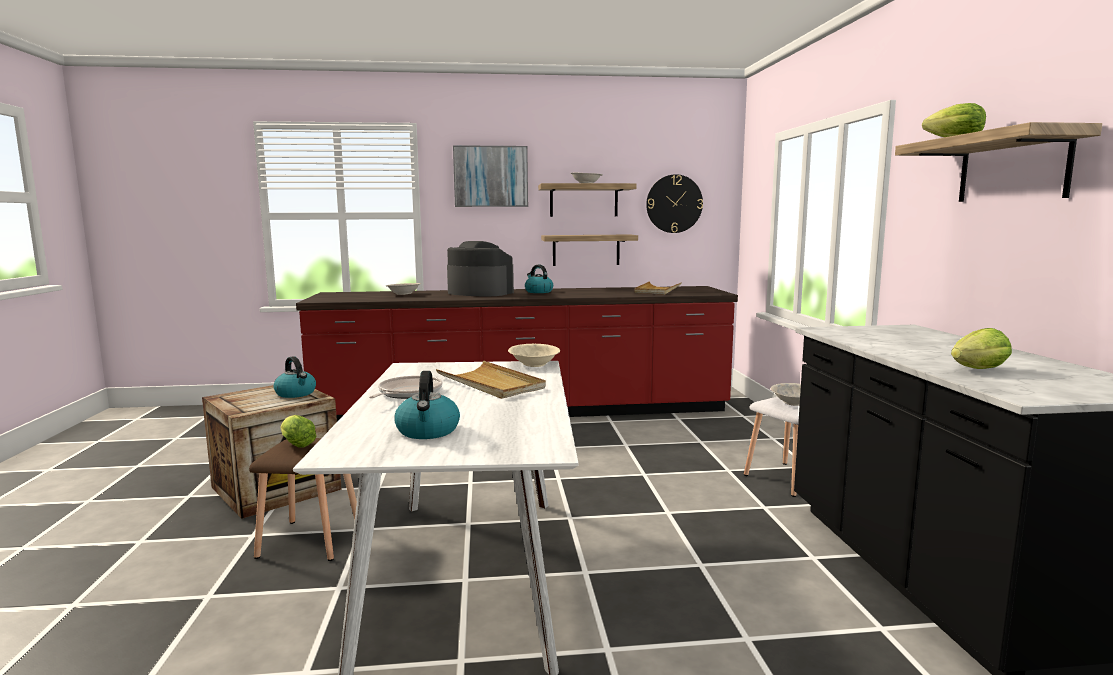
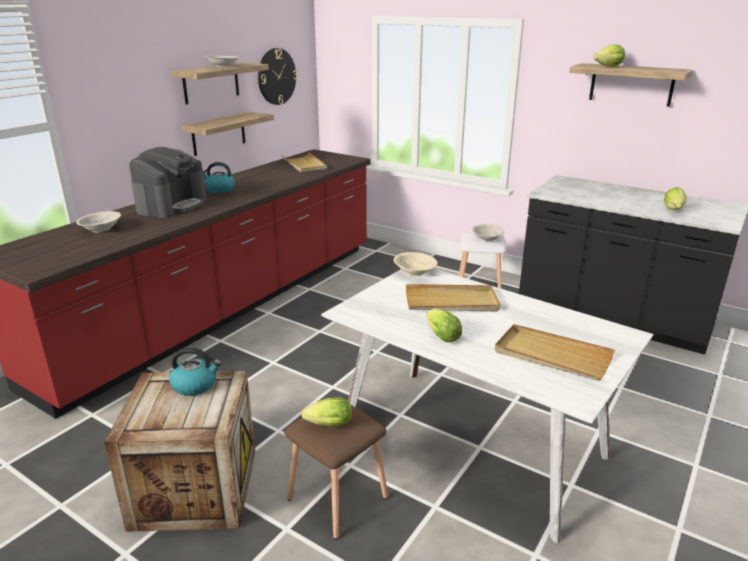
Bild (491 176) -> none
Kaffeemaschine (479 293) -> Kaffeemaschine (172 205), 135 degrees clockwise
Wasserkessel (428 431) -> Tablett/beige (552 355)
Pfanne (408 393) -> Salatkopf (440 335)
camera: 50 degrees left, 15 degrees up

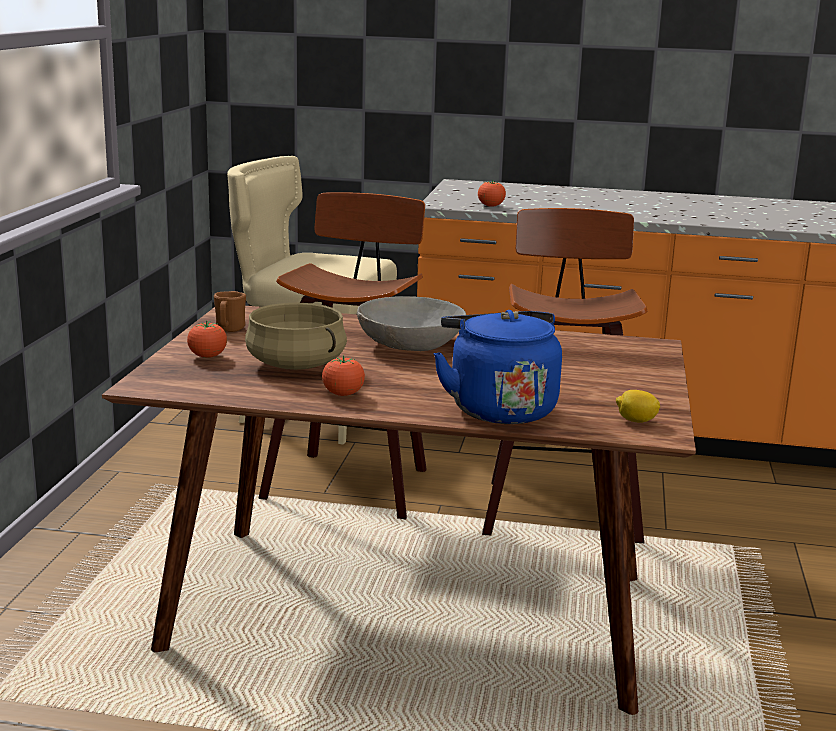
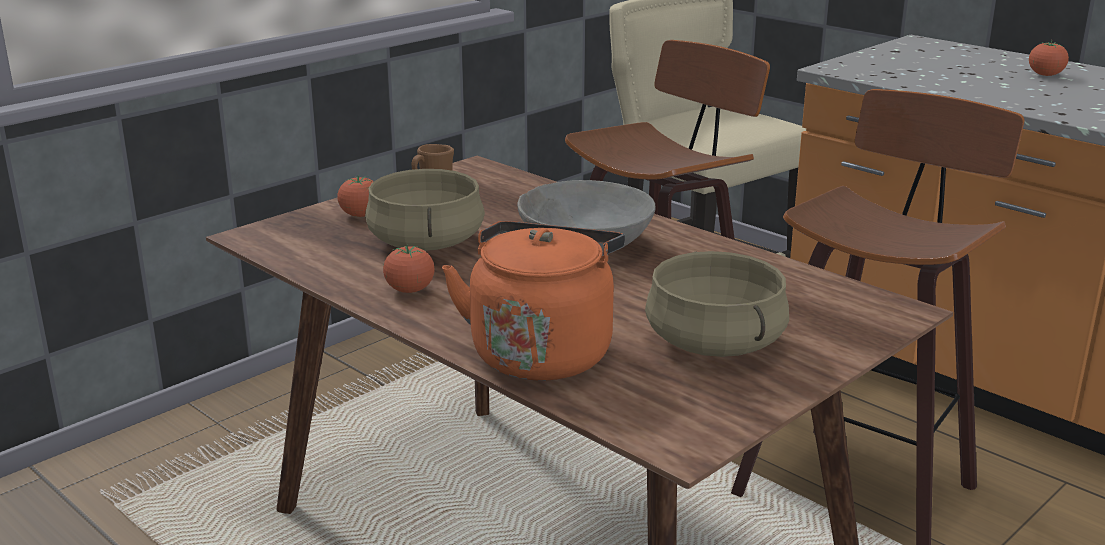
Tomate (491 206) -> Tomate (1045 75), relocated
Wasserkessel/blau (499 408) -> Wasserkessel/orange (542 352)
Zitrone (636 421) -> none
none -> Kochtopf/beige (716 343)
camera: 35 degrees right, 5 degrees up

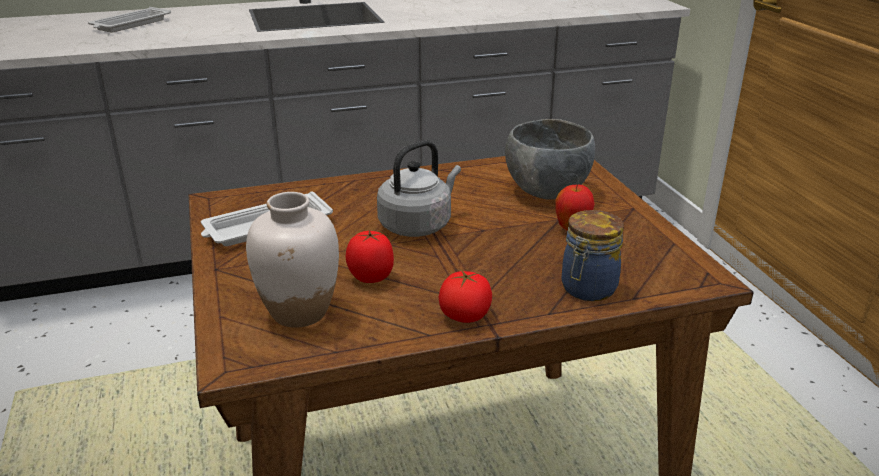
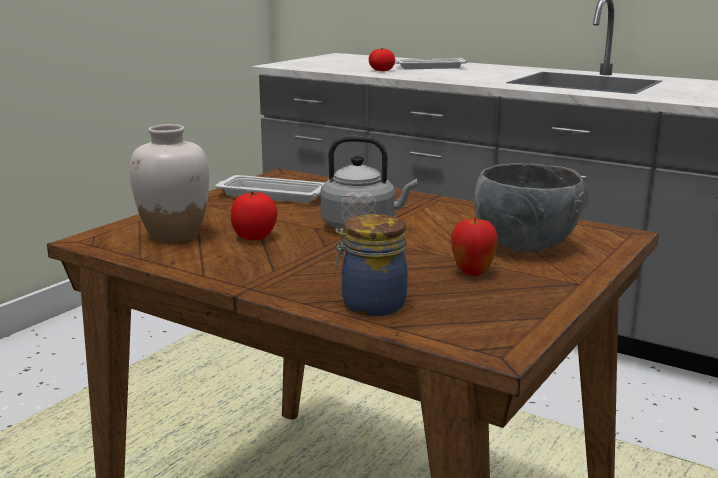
Tomate (465 316) -> Tomate (381 71), relocated
camera: 50 degrees right, 10 degrees down

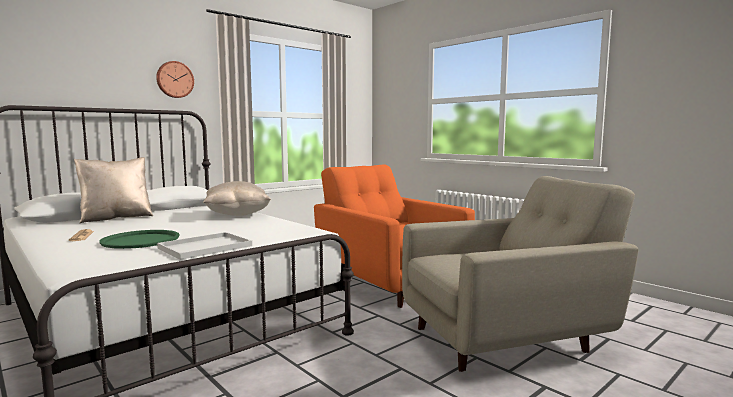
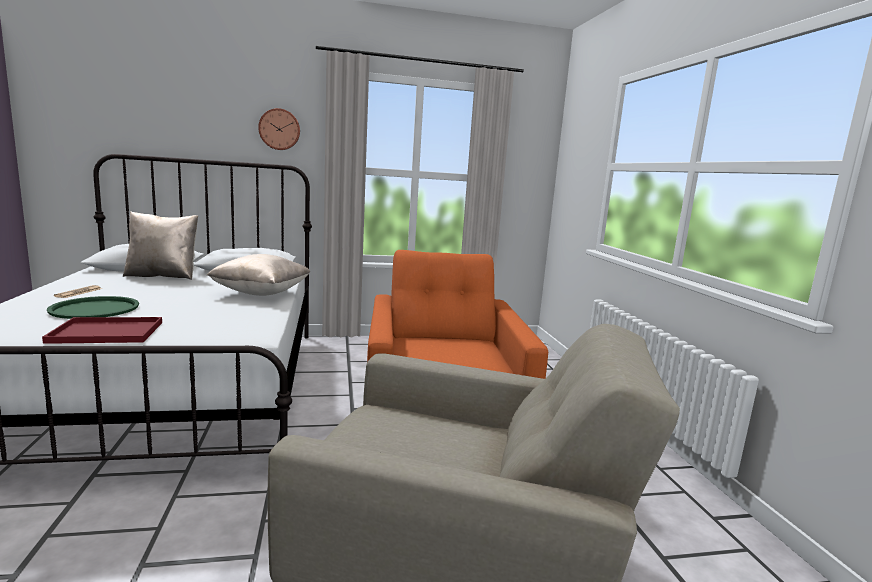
Tablett/weiß (206 246) -> Tablett/rot (109 332)
camera: 30 degrees right, 5 degrees up

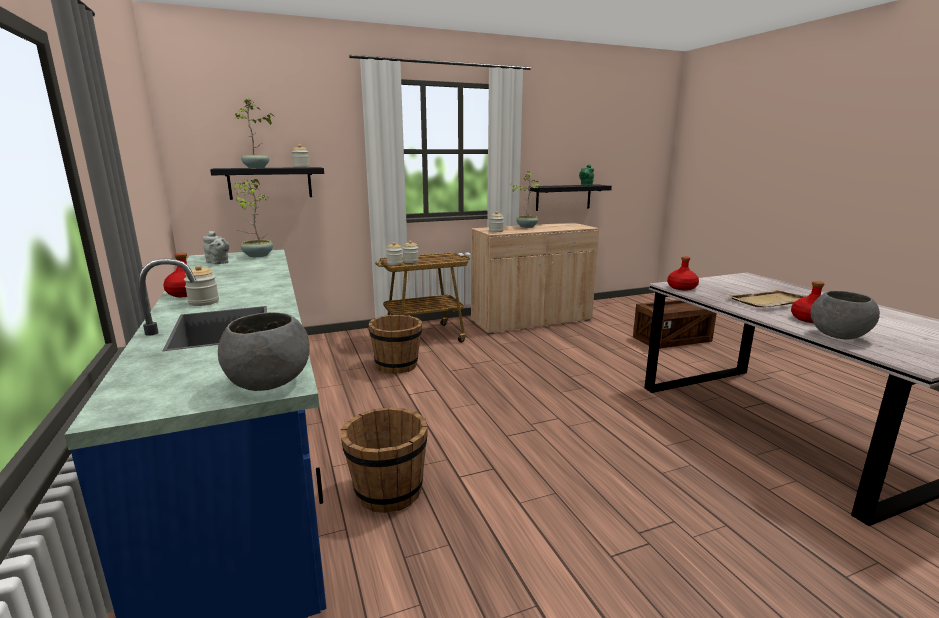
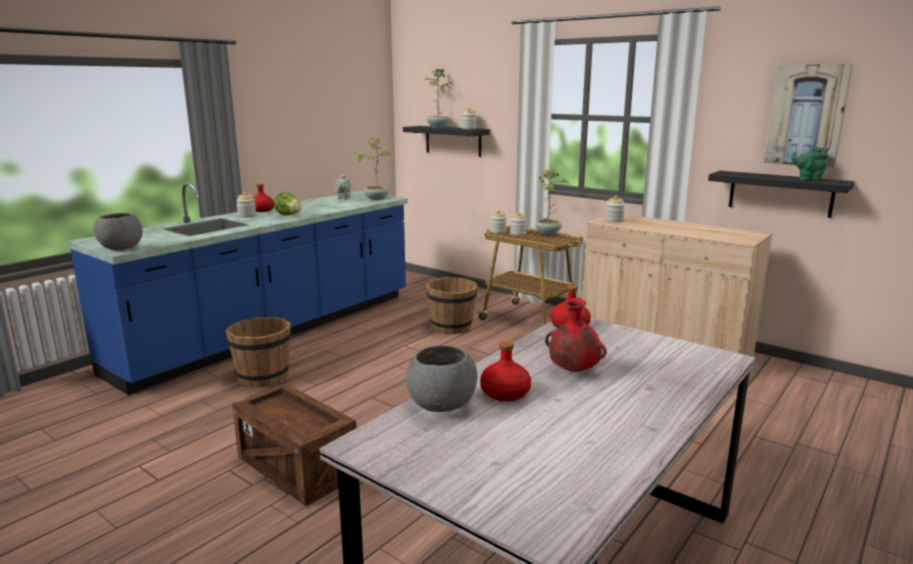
Topfpflanze (527 227) -> Topfpflanze (548 233), relocated
Tablett/beige (769 301) -> Vase/rot (573 371)
Kiste (672 339) -> Kiste (297 467), relocated
none -> Bild (806 115)
none -> Salatkopf (289 215)
camera: 60 degrees right, 0 degrees up

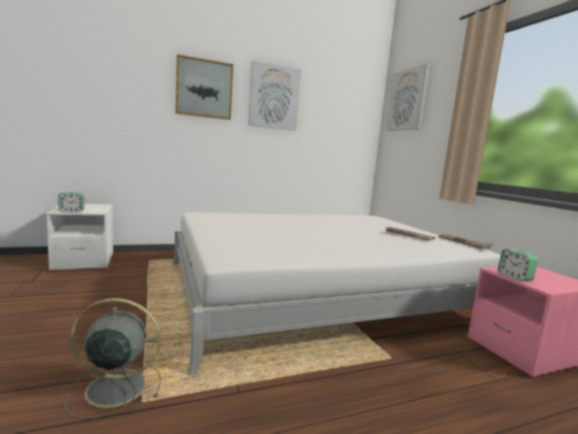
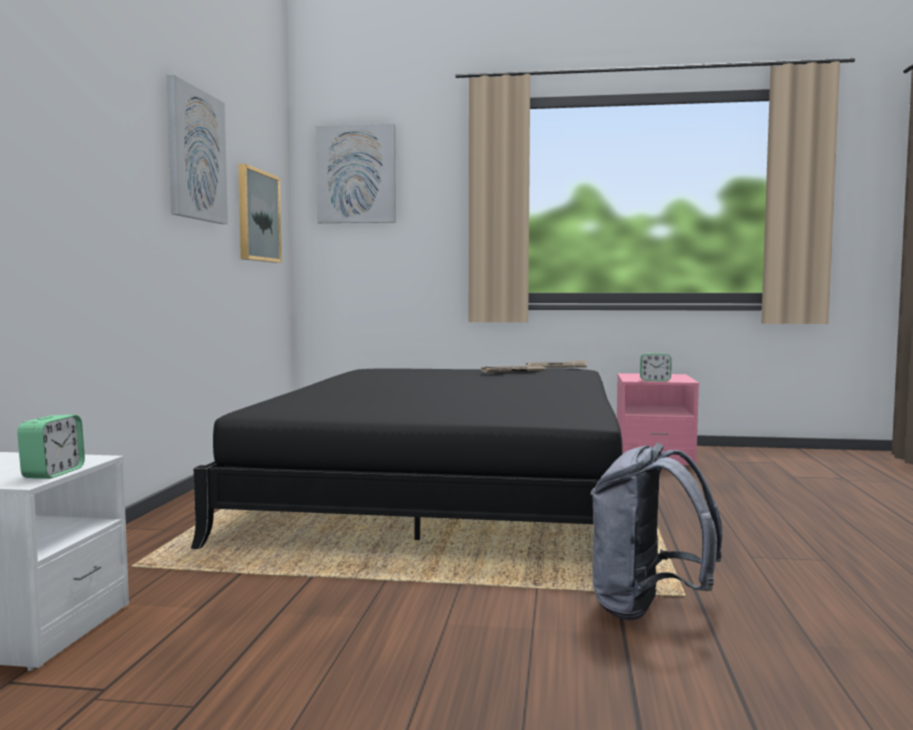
Bild (204 89) -> Bild (258 216), relocated
Bett/weiß (318 291) -> Bett/schwarz (449 487)
Ventilator/grau (113 387) -> Rucksack/grau (648 609)
camera: 60 degrees left, 5 degrees down

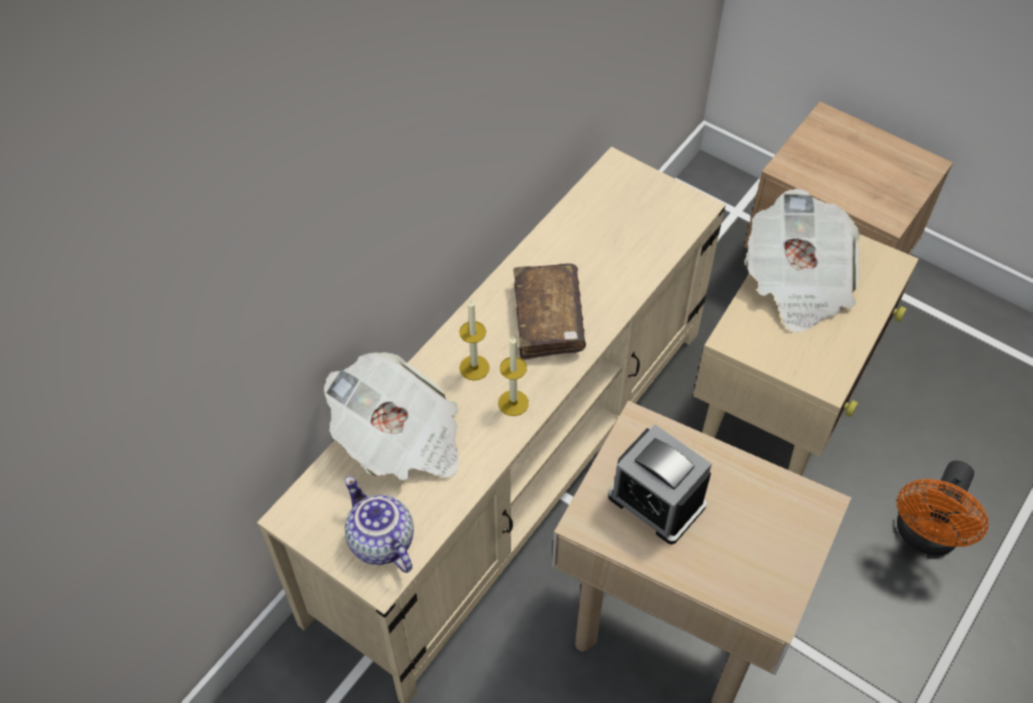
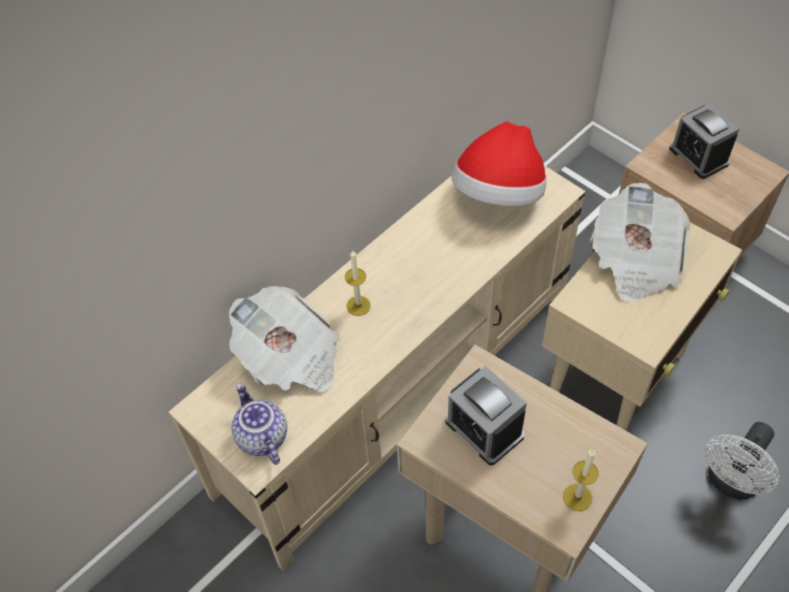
Buch/braun (548 319) -> none
Kerze (513 403) -> Kerze (577 497), relocated
Ventilator/orange (924 536) -> Ventilator/weiß (730 482)
none -> Wecker (698 156)
none -> Hut (499 194)
camera: 10 degrees right, 0 degrees up

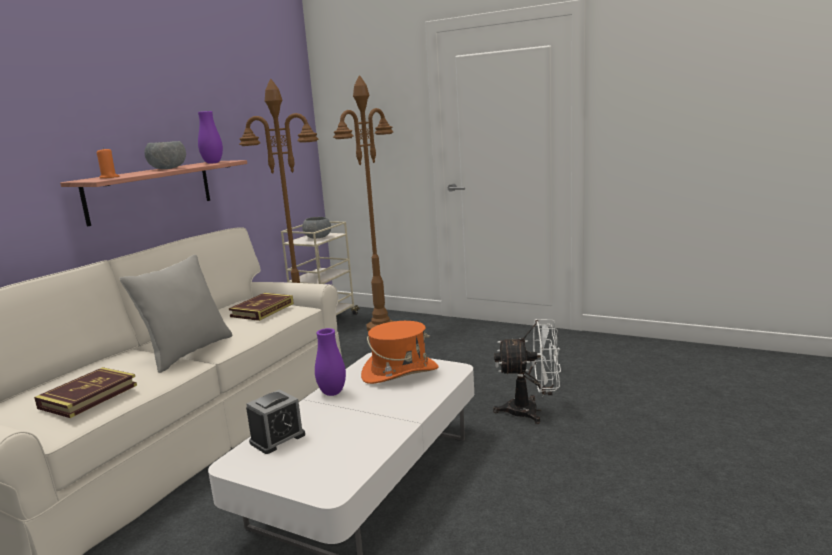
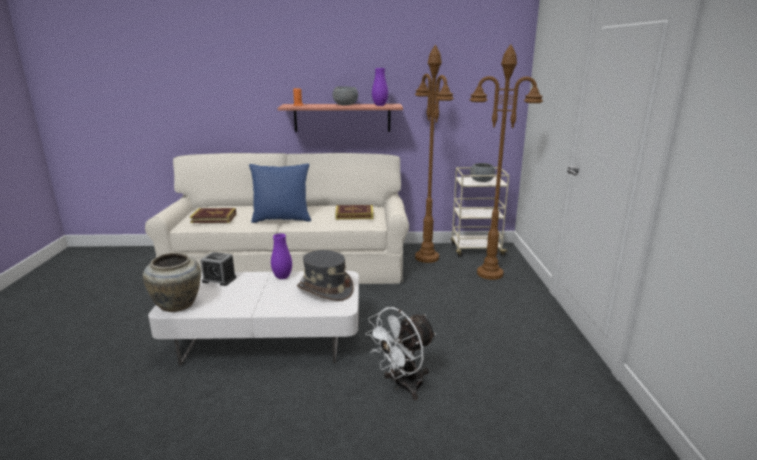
Kissen/grau (187 352) -> Kissen/blau (282 219)
Ventilator/weiß (531 411) -> Ventilator/weiß (402 386), 75 degrees clockwise
Hut/orange (400 372) -> Hut/grau (325 290)
none -> Vase/beige (177 305)
camera: 60 degrees right, 5 degrees up

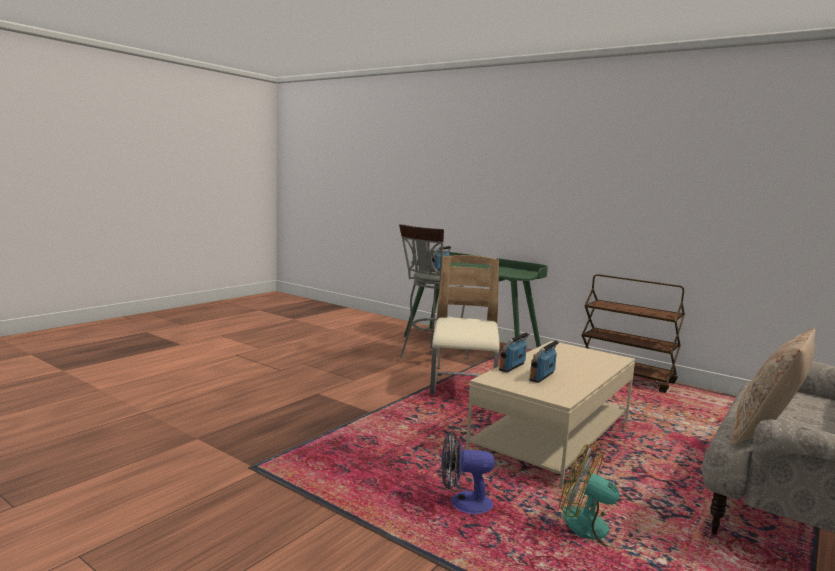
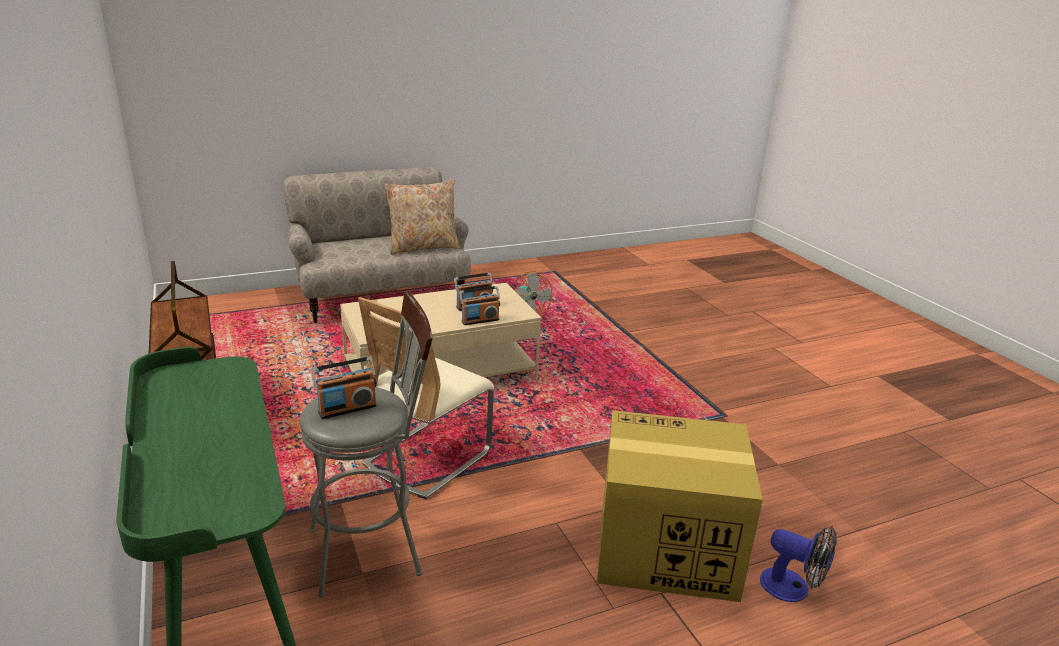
Ventilator (463 503) -> Ventilator (793 588), relocated
none -> Karton (664 548)
camera: 150 degrees left, 15 degrees up

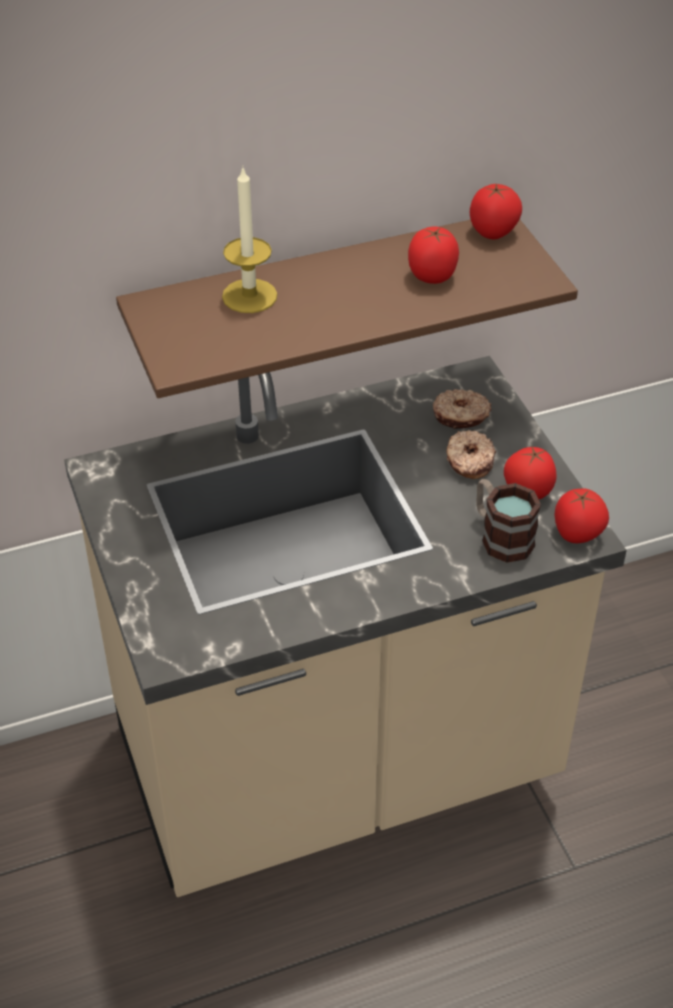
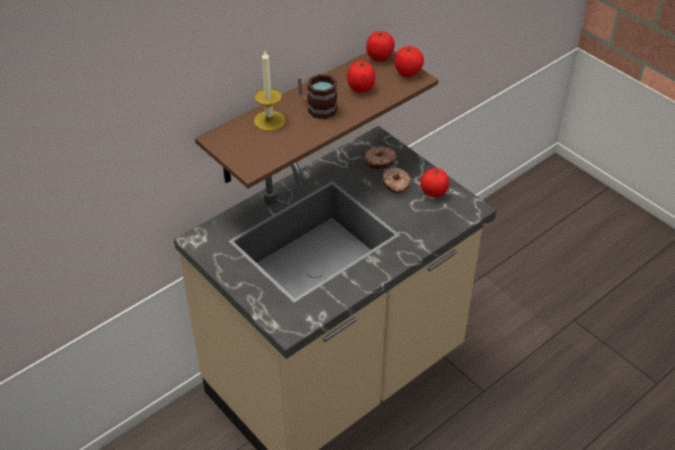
Henkelbecher (500 536) -> Henkelbecher (317 107), relocated
Tomate (577 534) -> Tomate (408 73), relocated
camera: 20 degrees left, 0 degrees up

